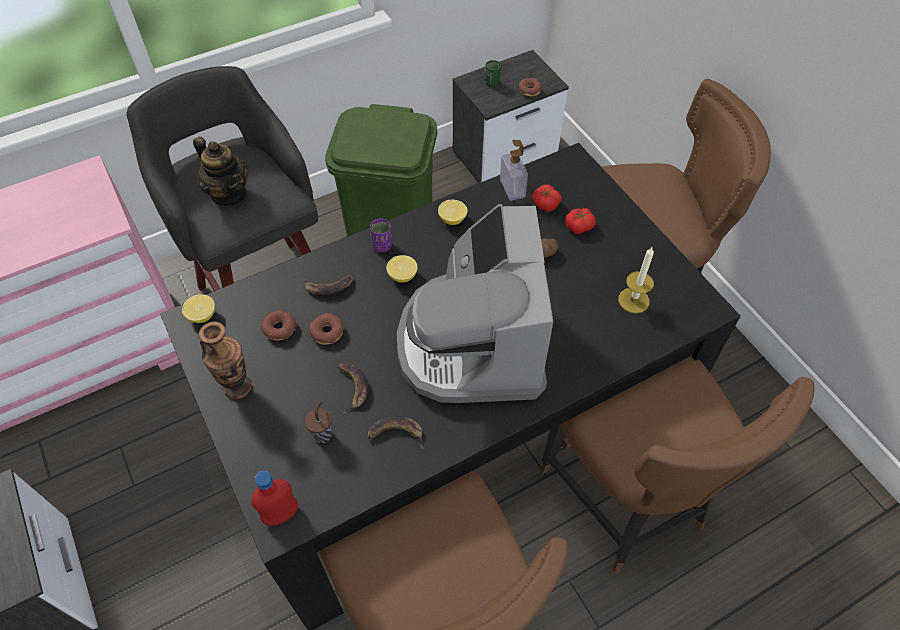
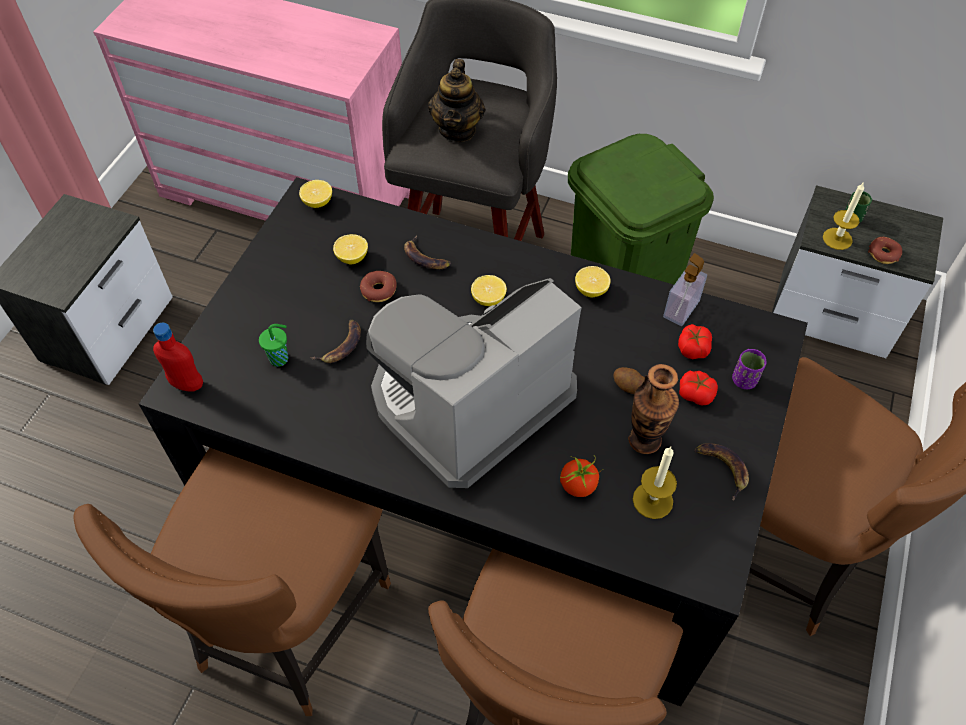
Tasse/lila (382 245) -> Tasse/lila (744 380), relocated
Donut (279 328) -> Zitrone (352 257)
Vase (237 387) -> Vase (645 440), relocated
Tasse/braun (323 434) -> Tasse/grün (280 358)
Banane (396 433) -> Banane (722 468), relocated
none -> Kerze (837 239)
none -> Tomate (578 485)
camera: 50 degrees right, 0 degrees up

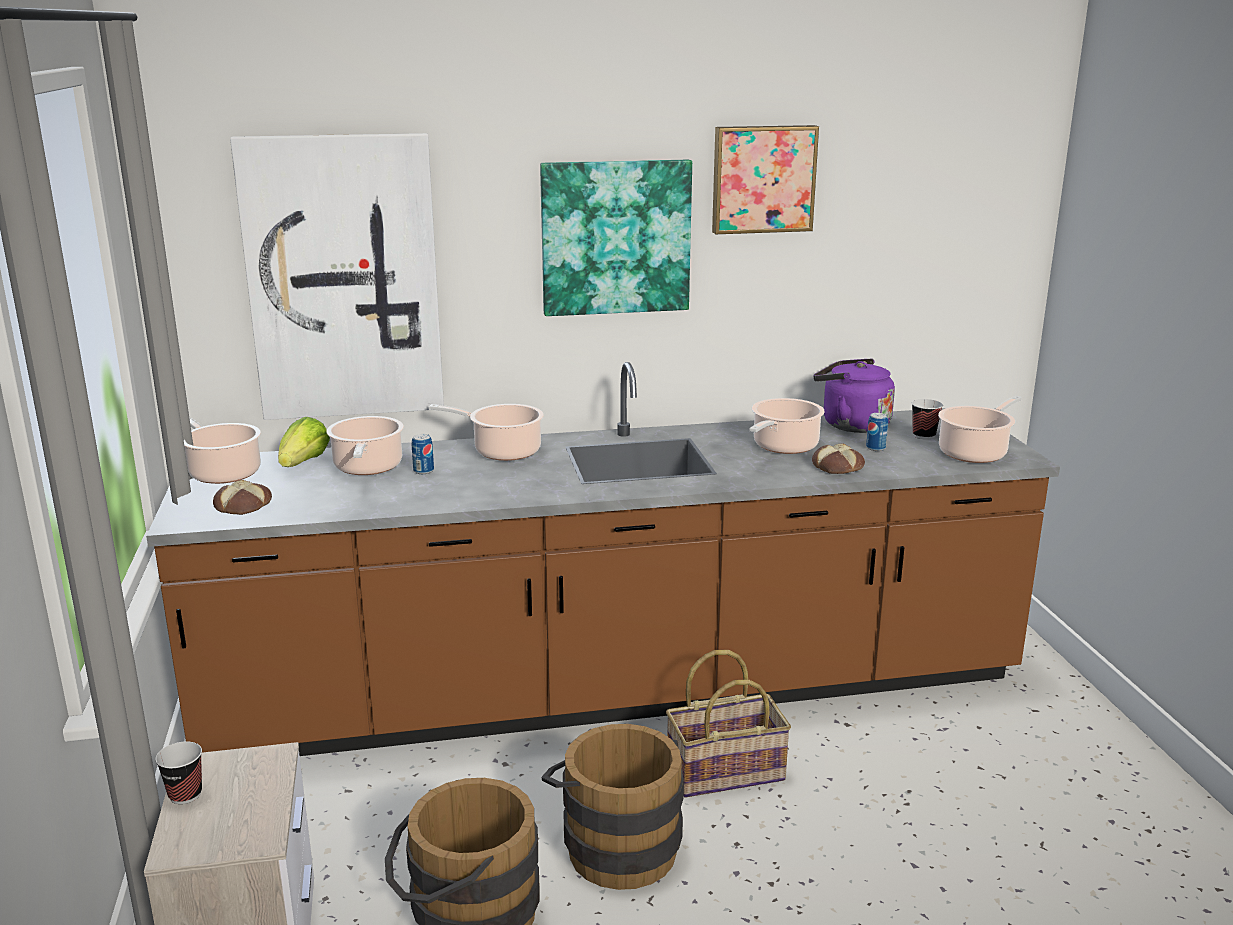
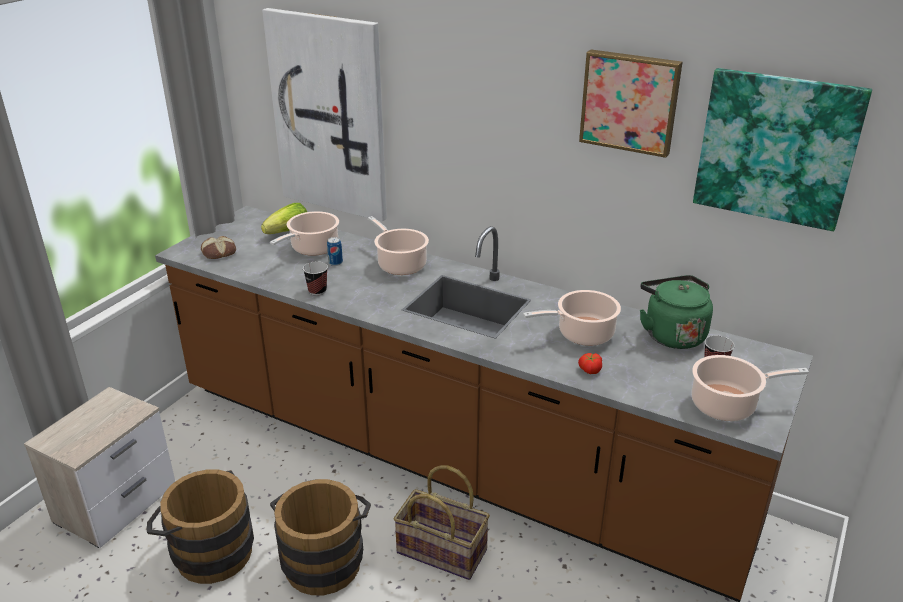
Bild (615 237) -> Bild (776 148), relocated
Wasserkessel/lila (851 425) -> Wasserkessel/grün (672 334)
Dose (875 448) -> none
Kochtopf (222 472) -> none
Brot (838 467) -> Tomate (589 370)
Tasse (185 794) -> Tasse (317 291), relocated
camera: 40 degrees right, 10 degrees up

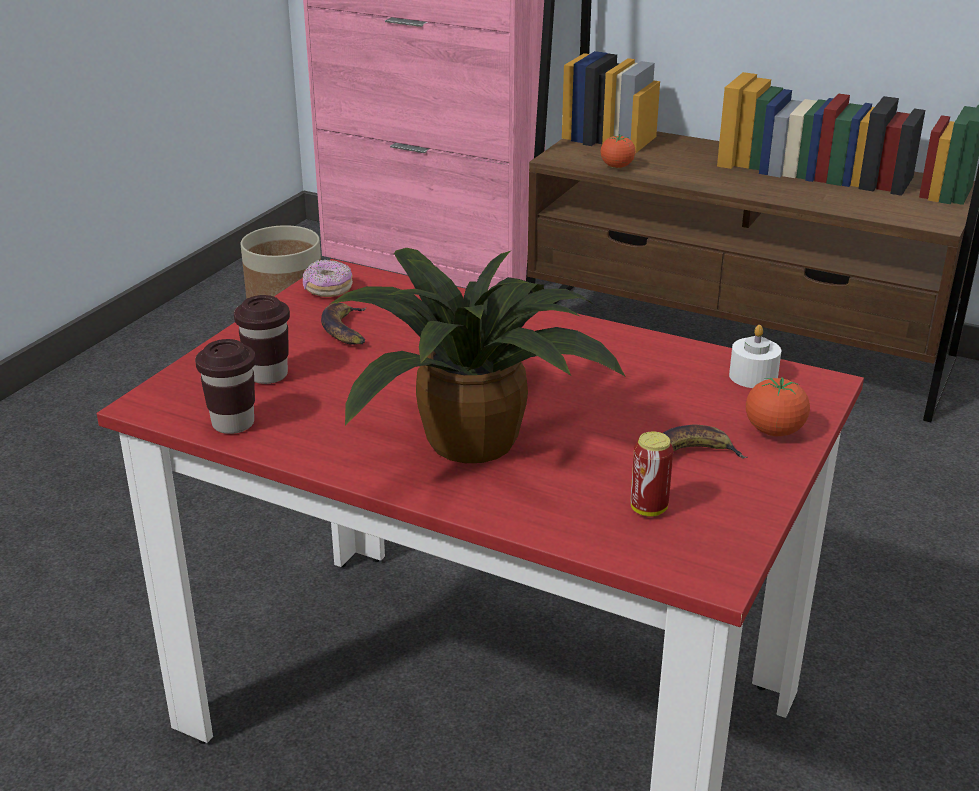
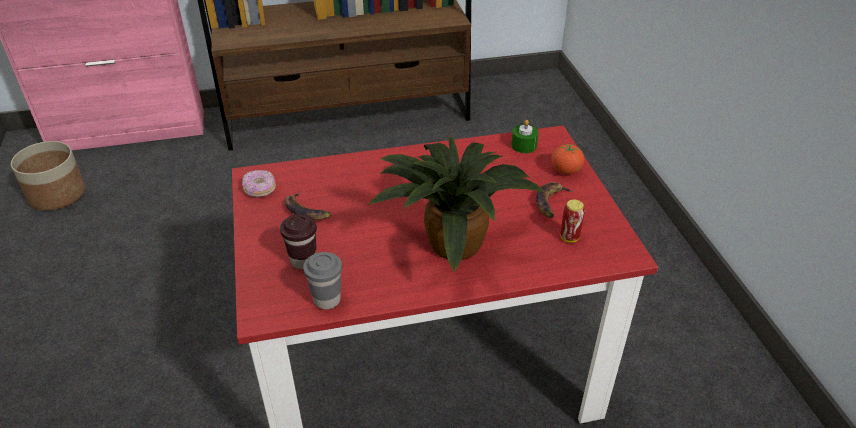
Tomate (617 167) -> none
Kerze/weiß (753 376) -> Kerze/grün (524 145)
Tasse/braun (233 424) -> Tasse/grau (327 300)
camera: 40 degrees left, 10 degrees up

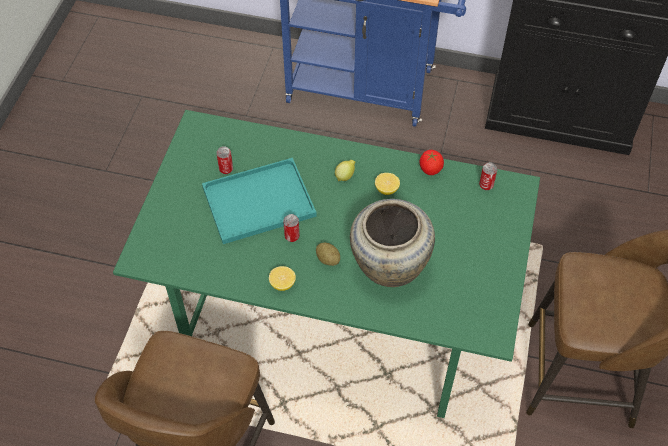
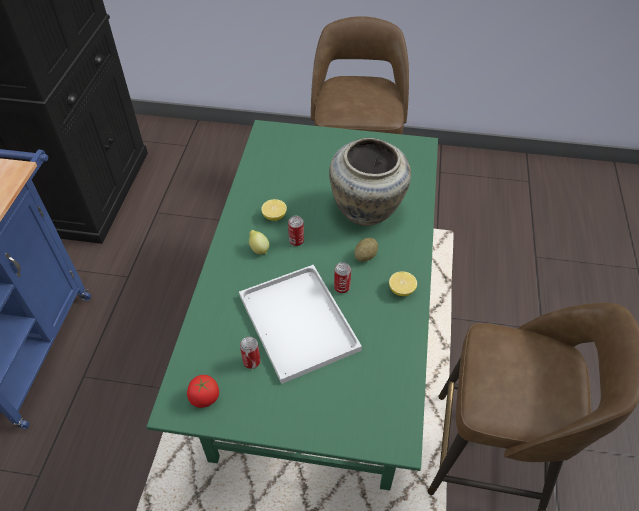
Tomate (430 169) -> Tomate (204 398), relocated
Tablett/türkis (257 203) -> Tablett/weiß (300 324)
Dose (486 185) -> Dose (296 241), relocated
camera: 95 degrees left, 5 degrees down

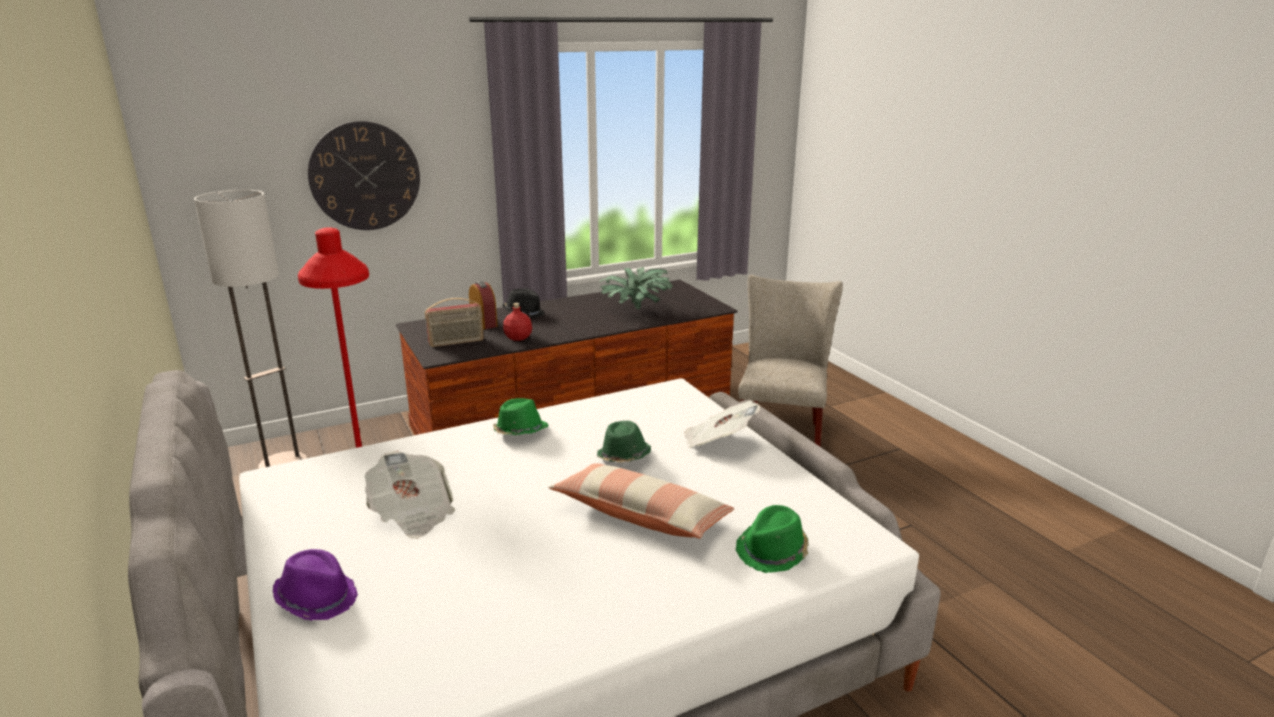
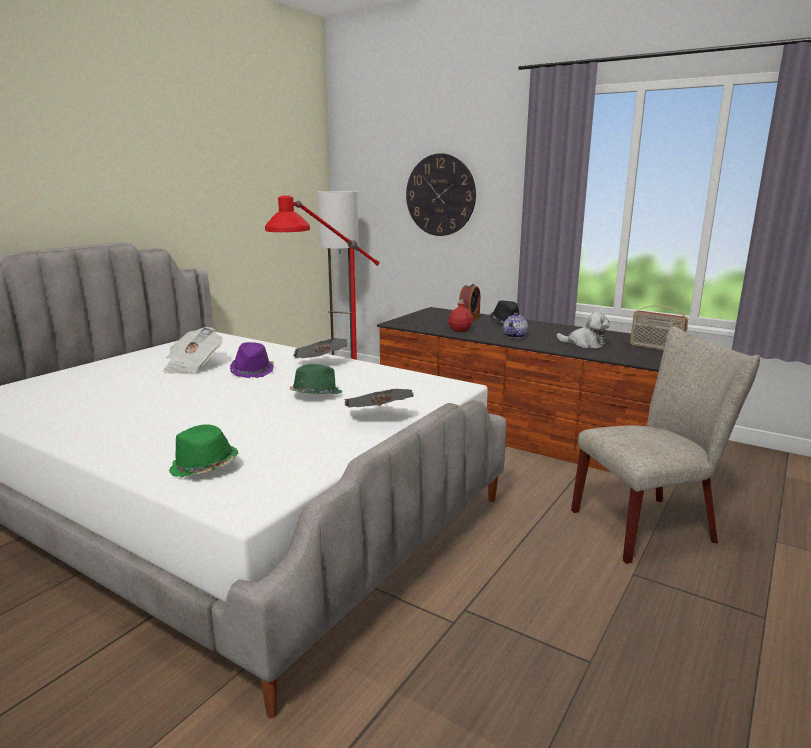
Topfpflanze (636 310) -> Plüschtier (584 344)
Radio (456 342) -> Radio (655 348), relocated
Hut/grün (520 432) -> Zeitung (320 364)
Kissen (641 515) -> none
Hut/lila (317 598) -> Hut/lila (252 371), relocated
none -> Teekanne (515 336)
camera: 60 degrees right, 5 degrees down

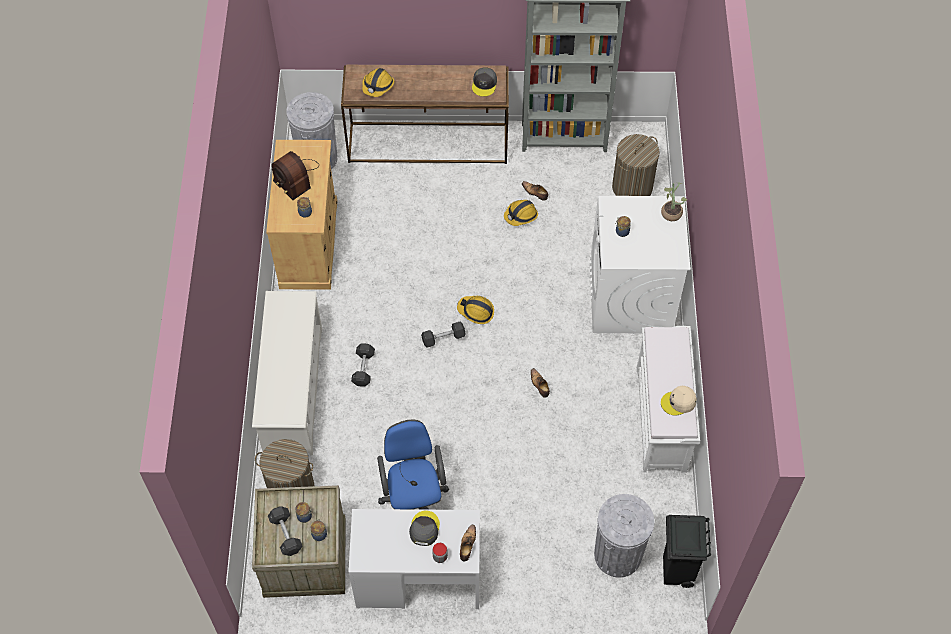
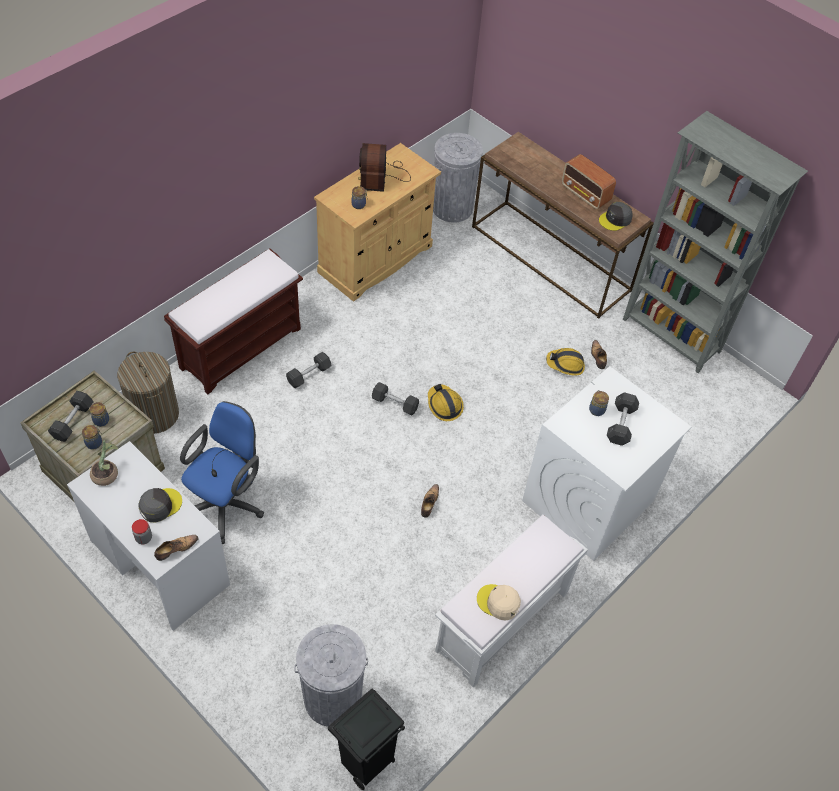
Schutzhelm (378 86) -> none
Wäschekorb (632 187) -> none
Topfpflanze (671 211) -> Topfpflanze (107 473), relocated
Schuhregal/weiß (293 390) -> Bank/braun (241 347)
none -> Radio (585 194)
none -> Hantel/grau (621 424)
camera: 40 degrees right, 5 degrees down

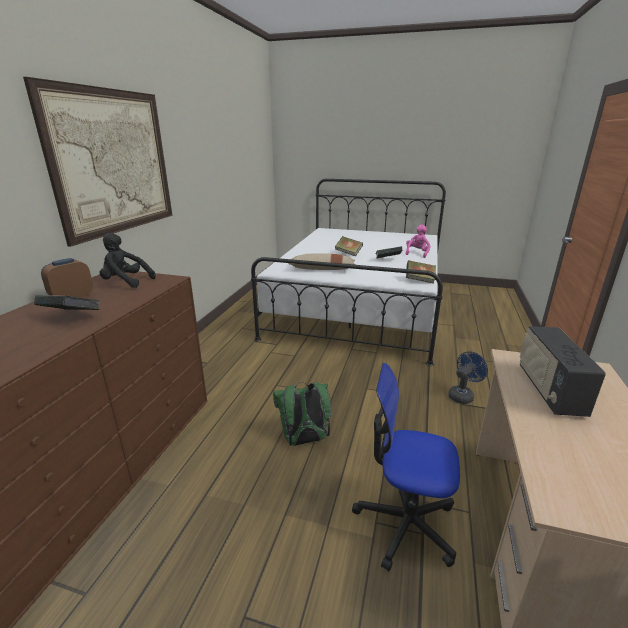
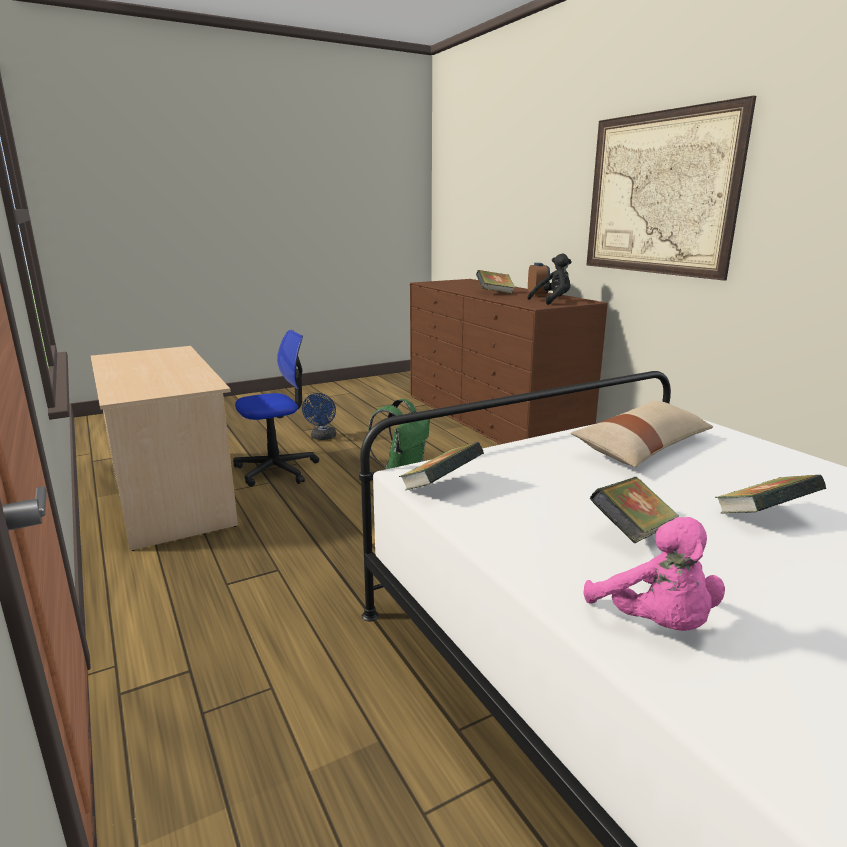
Radio (548 390) -> none
Ventilator/blau (463 395) -> Ventilator/blau (322 438), relocated
camera: 135 degrees right, 5 degrees down

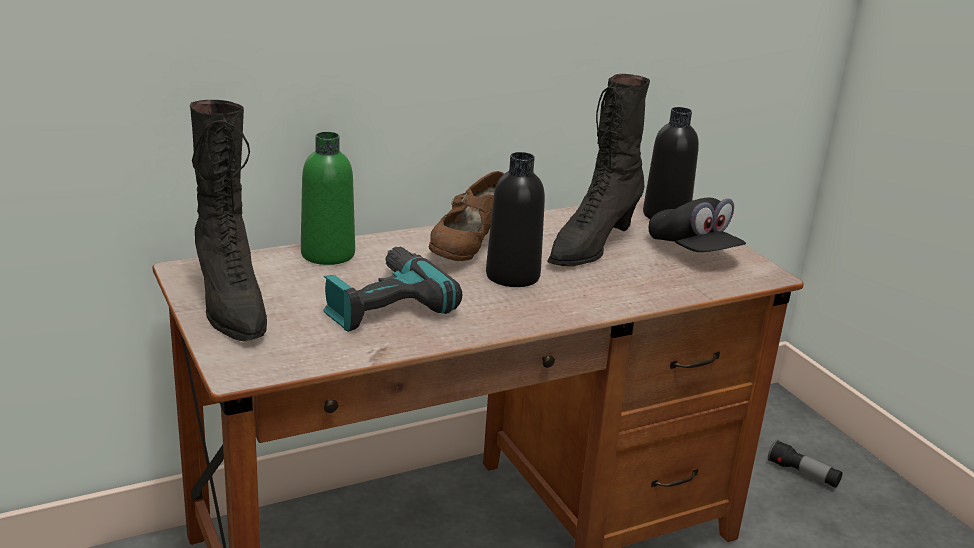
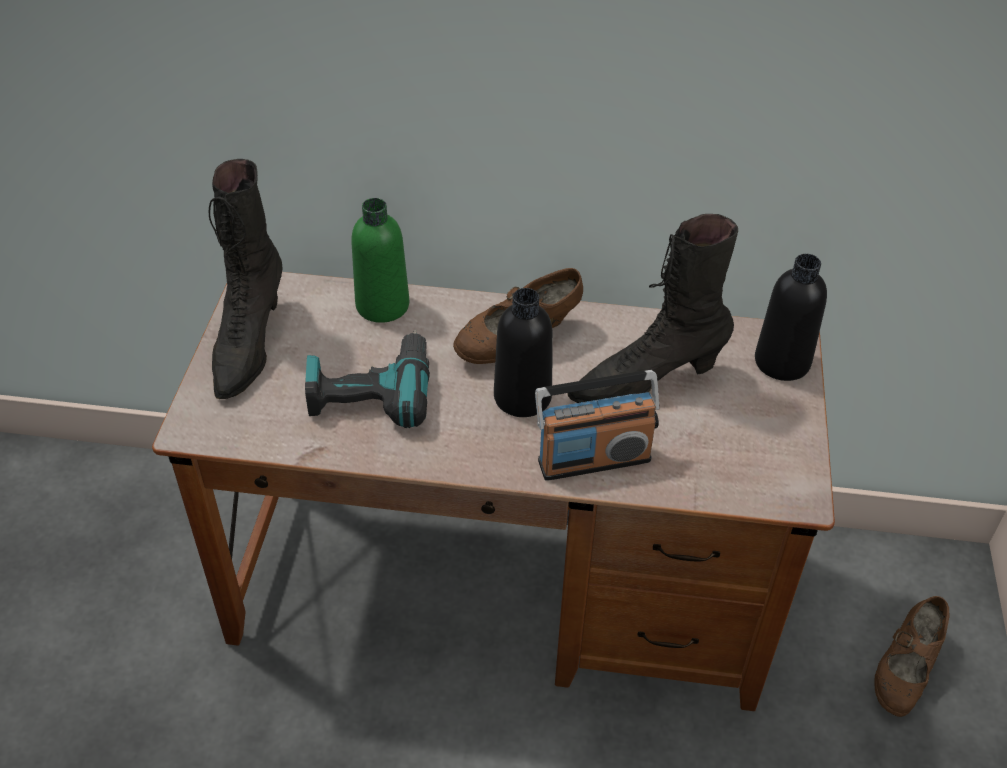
Kappe/schwarz (693 251) -> none
Taschenlampe (803 474) -> Schuh/braun (904 671)
none -> Radio (593 459)
camera: 35 degrees right, 20 degrees up

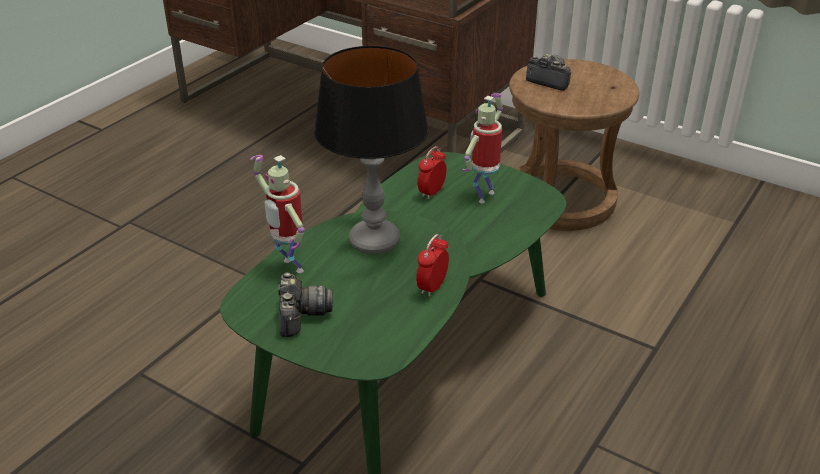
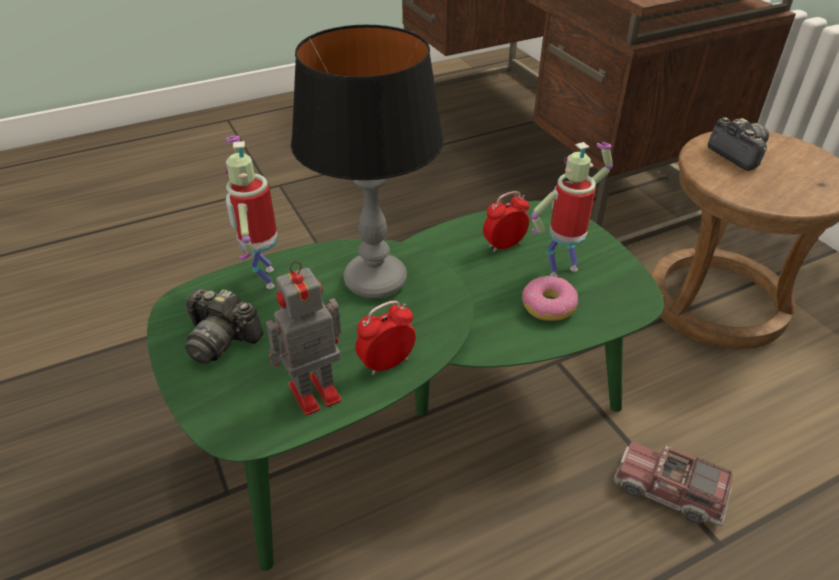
Kamera (301 315) -> Kamera (221 339), 90 degrees clockwise
none -> Spielzeugroboter (312 393)
none -> Donut (548 306)
none -> Spielzeuglaster (668 491)
camera: 30 degrees right, 5 degrees up

